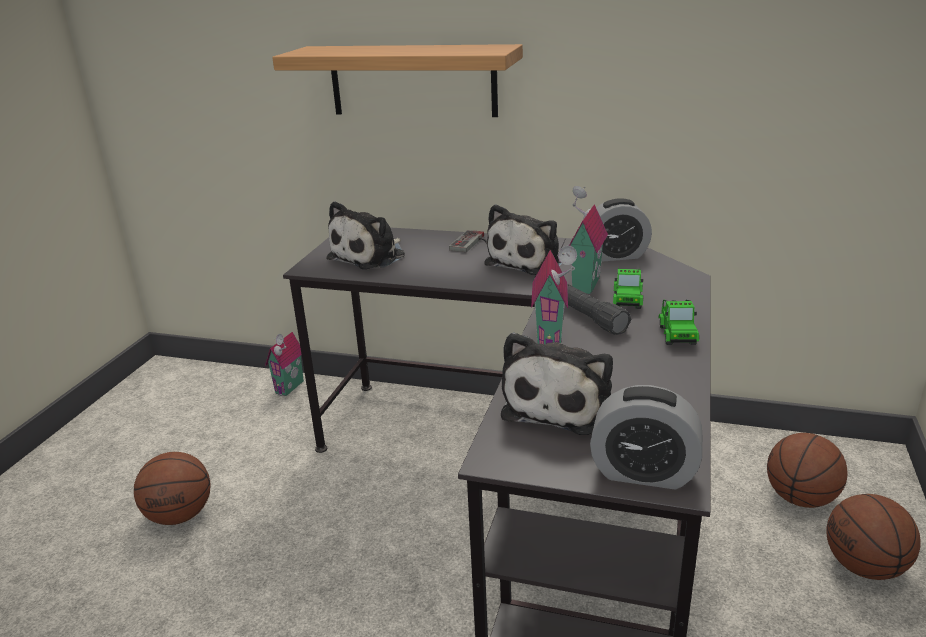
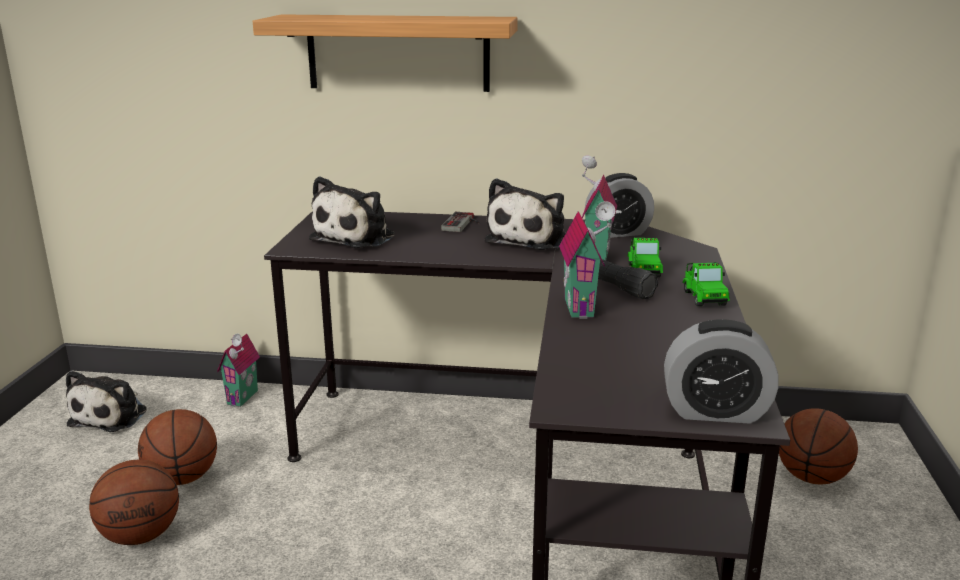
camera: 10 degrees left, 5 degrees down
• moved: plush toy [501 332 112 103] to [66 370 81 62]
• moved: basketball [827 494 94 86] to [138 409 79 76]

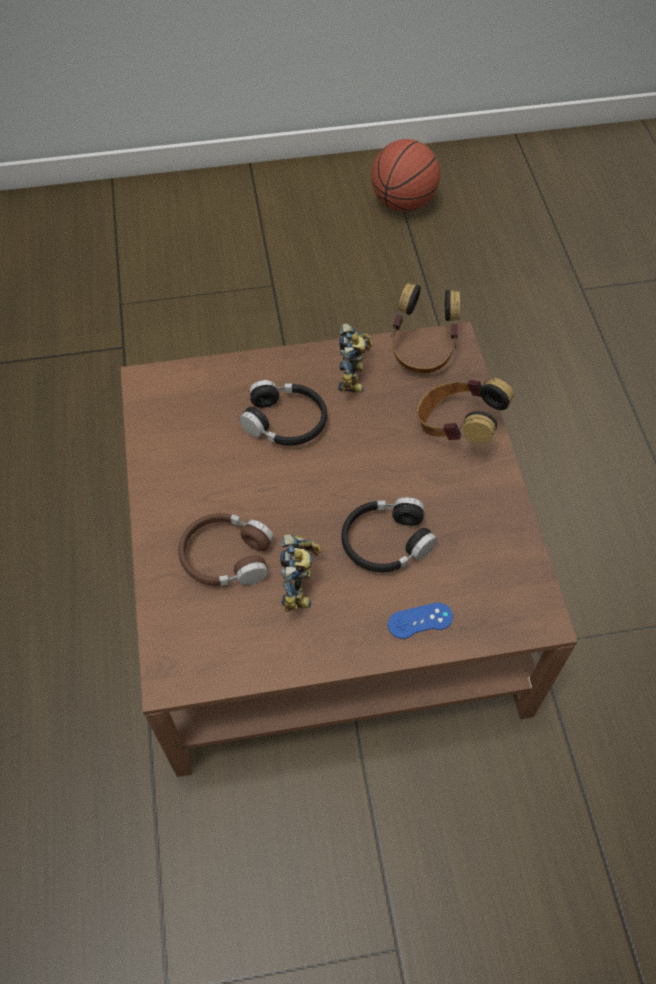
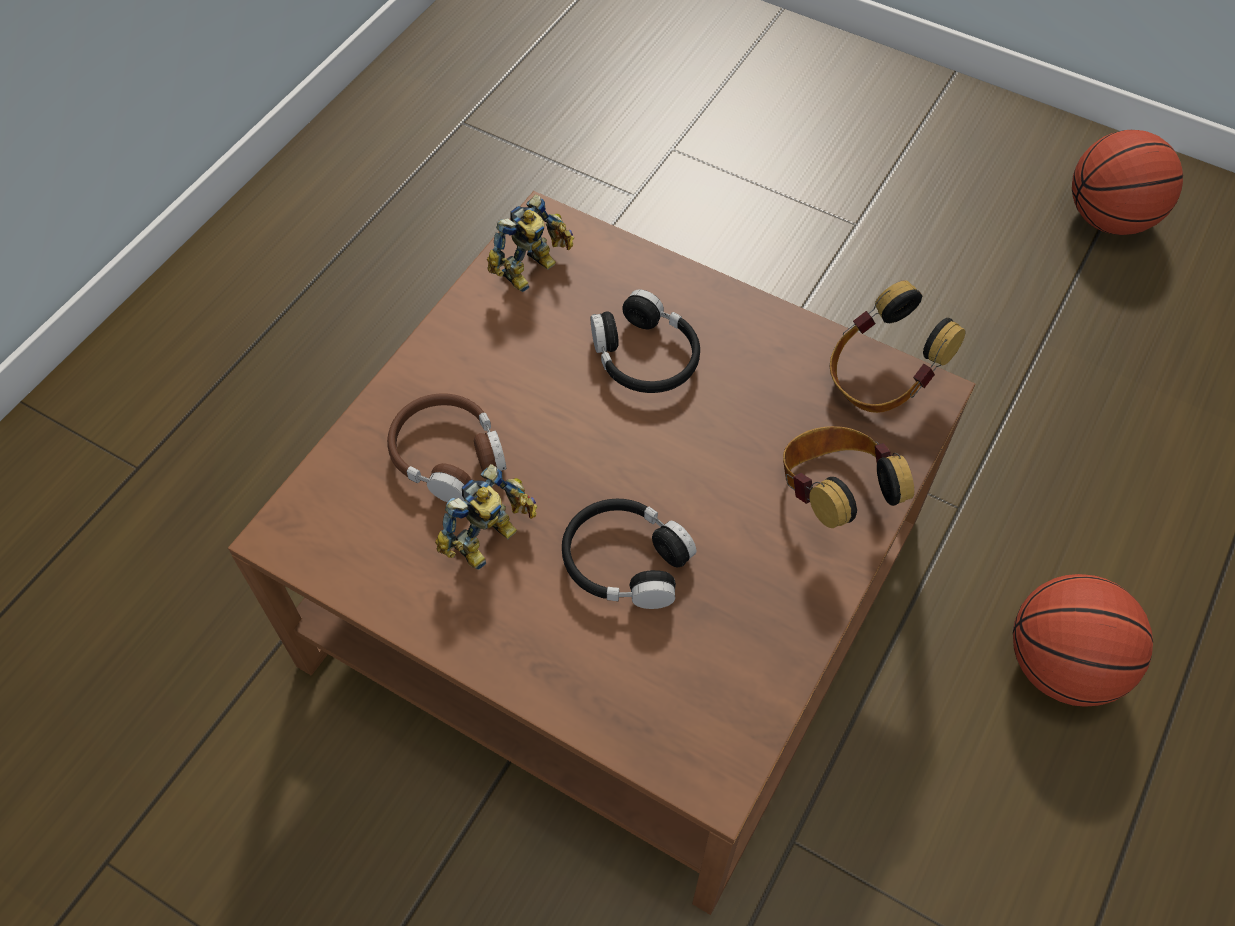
camera: 40 degrees right, 0 degrees up
• moved: toy robot [338 324 35 69] to [487 194 87 98]
• removed: game controller/blue [388 602 65 37]
• added: basketball [1013 574 140 133]

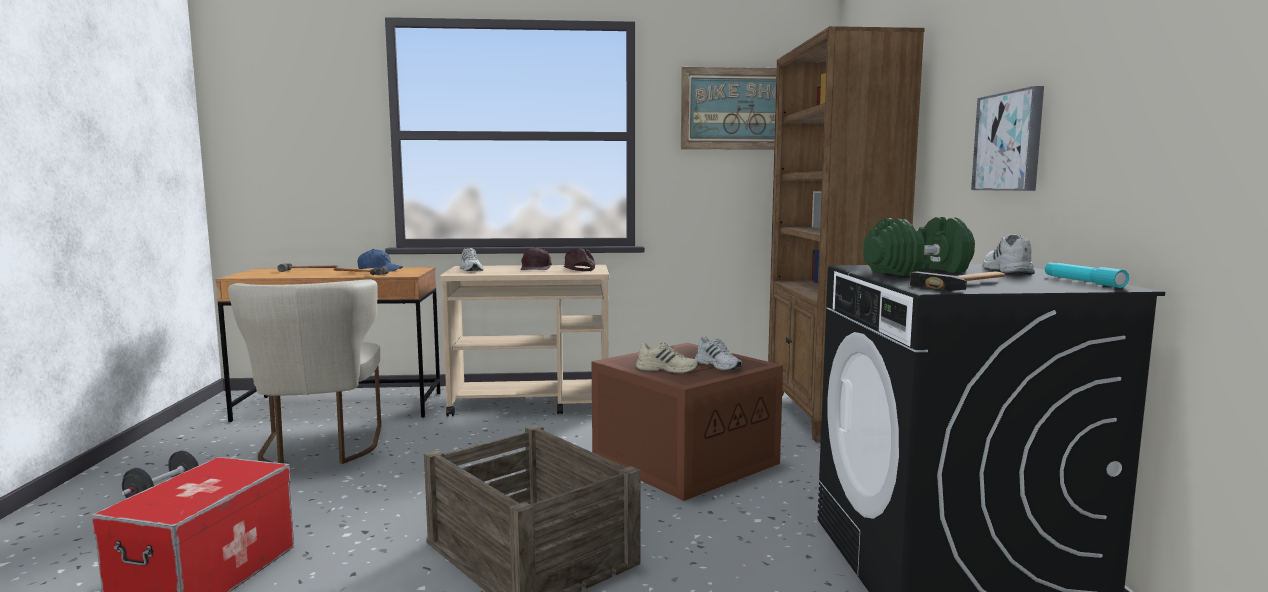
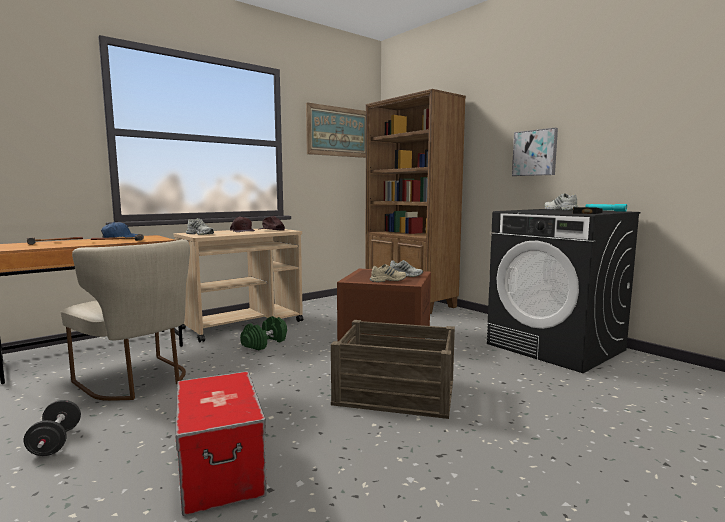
camera: 35 degrees left, 0 degrees up
• moved: dumbbell/green [863 217 112 59] to [240 316 47 35]

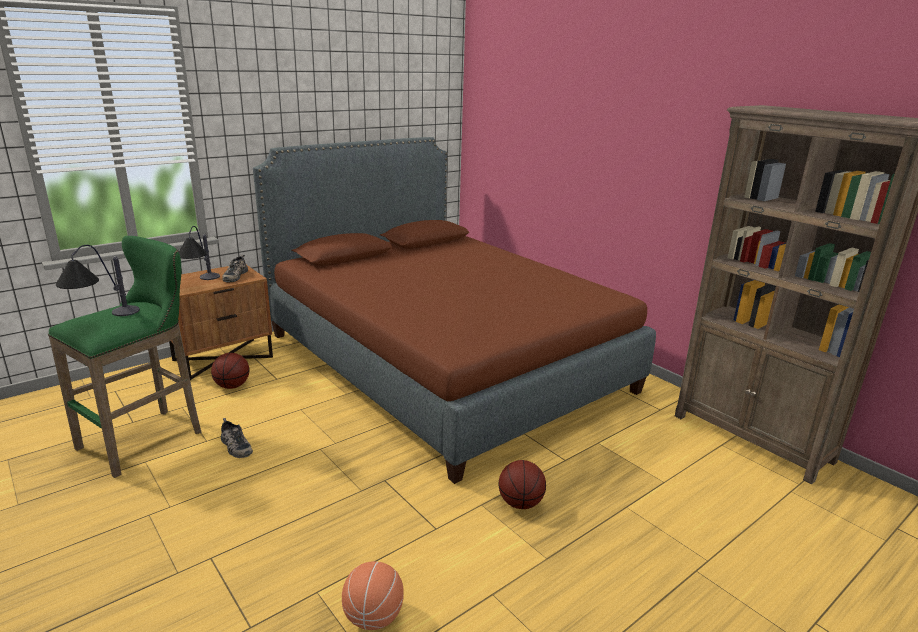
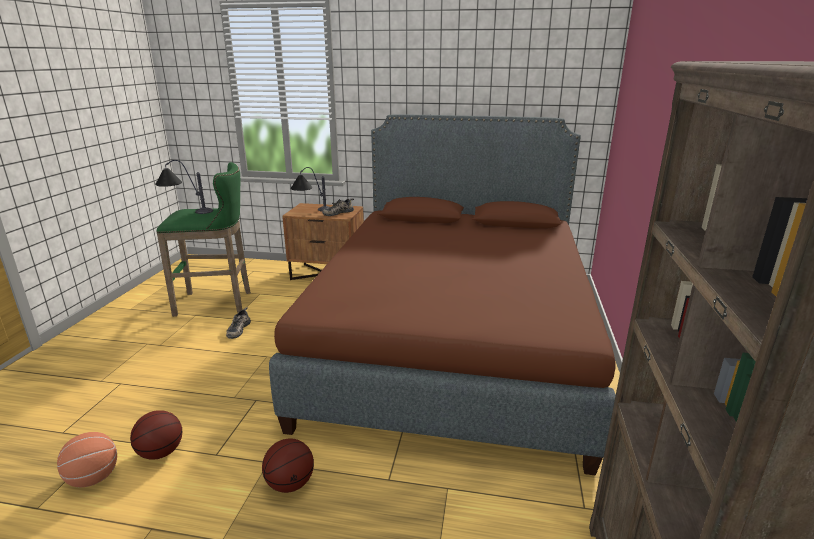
camera: 50 degrees right, 0 degrees up
• moved: basketball [211 353 38 36] to [130 410 52 50]

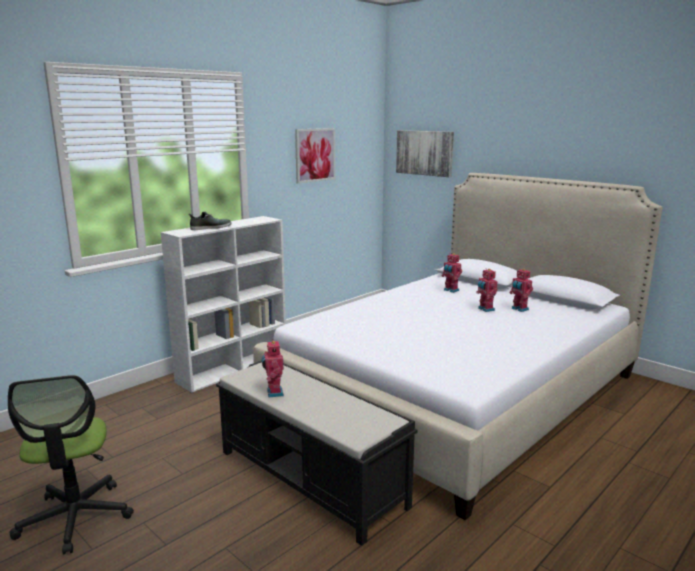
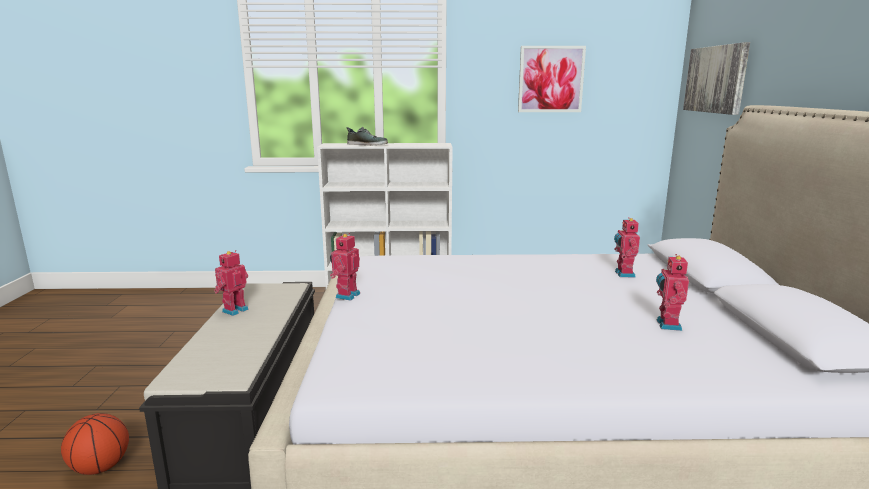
camera: 45 degrees right, 0 degrees up
• moved: toy robot [476 269 22 43] to [330 233 30 68]
• removed: office chair [8 375 126 180]
• added: basketball [61 413 68 62]

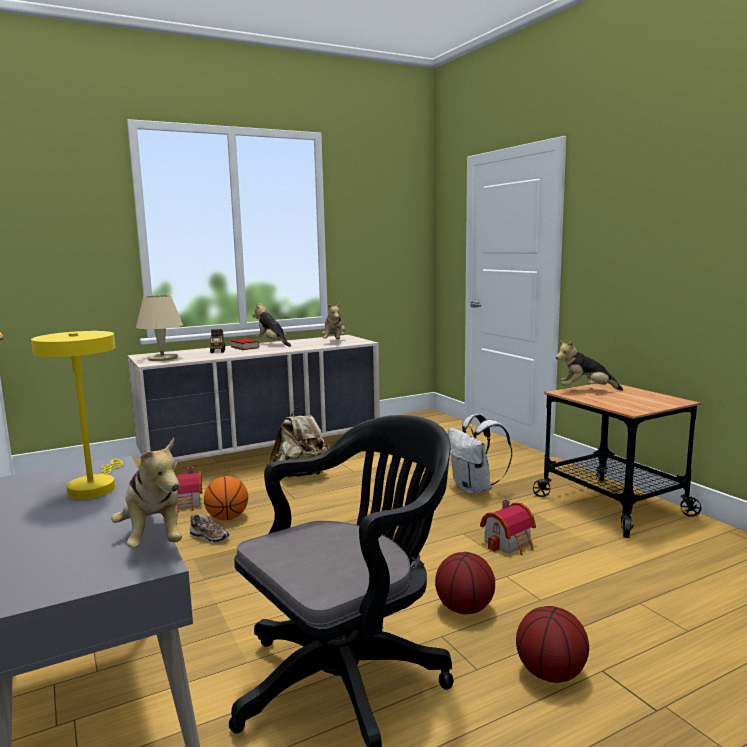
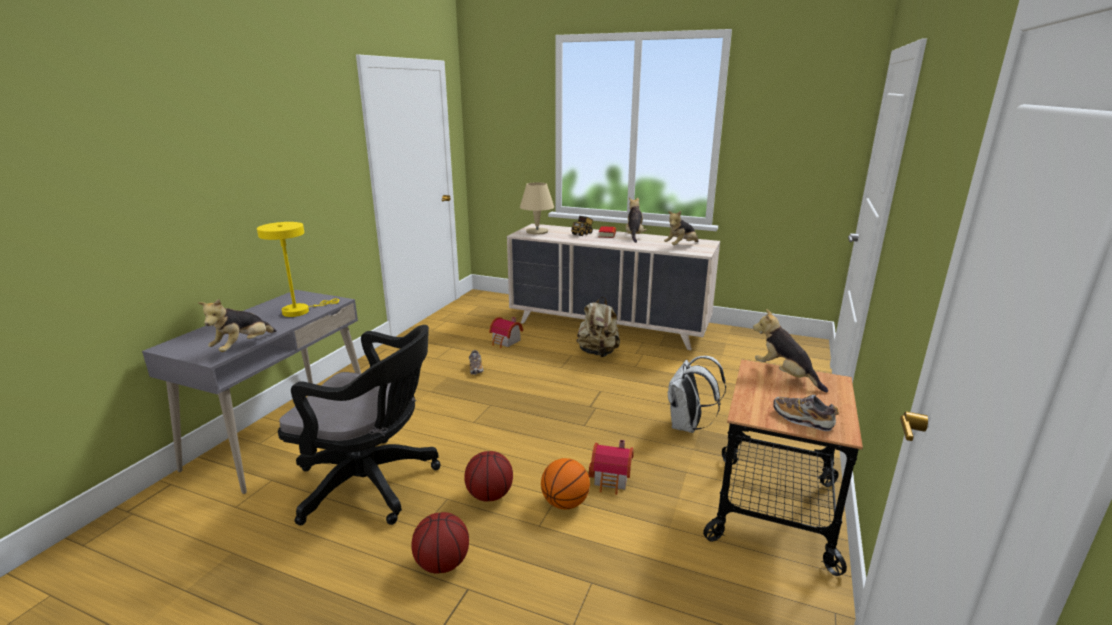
camera: 50 degrees right, 10 degrees up
• moved: basketball [204 476 44 44] to [541 458 49 52]
• added: shoe [773 395 66 36]

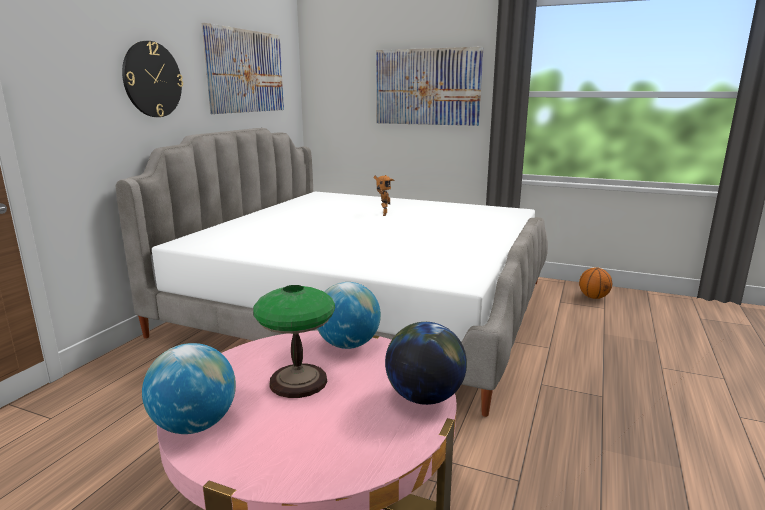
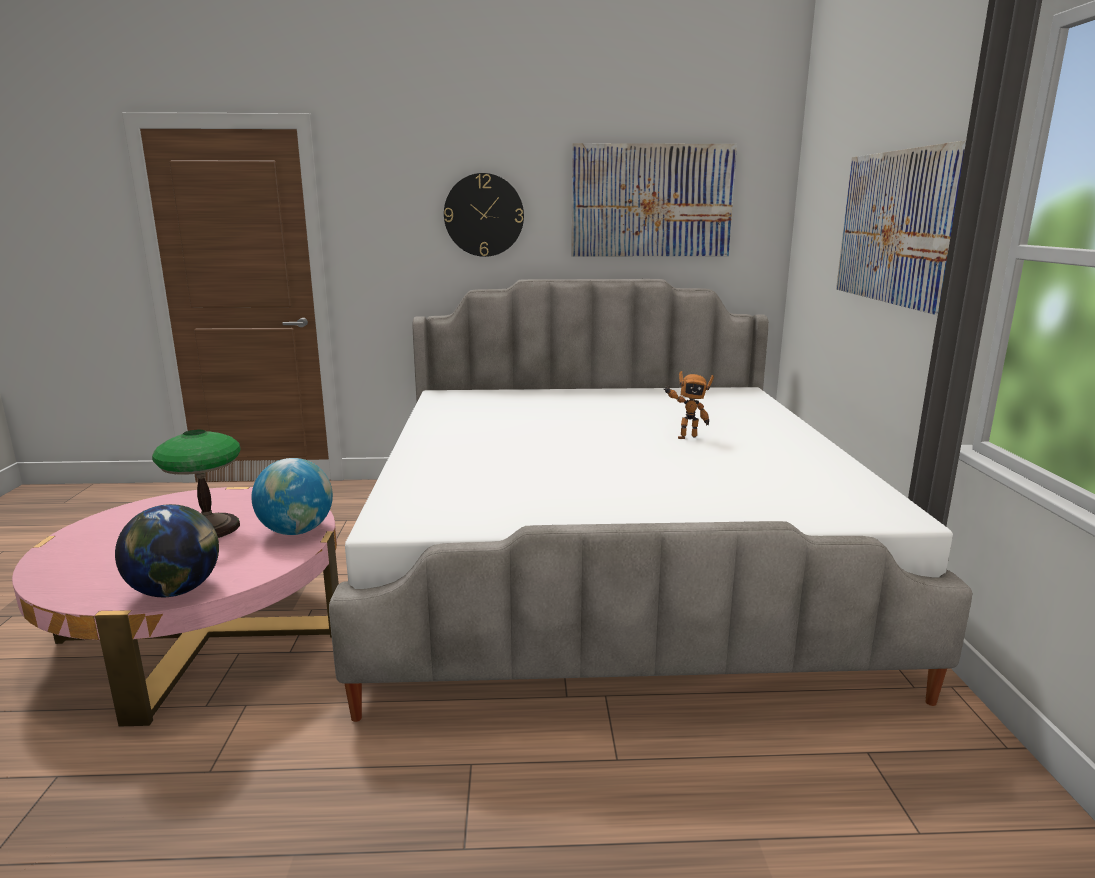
camera: 65 degrees right, 0 degrees up
• removed: basketball [579 267 33 32]
• removed: globe [142 343 94 91]

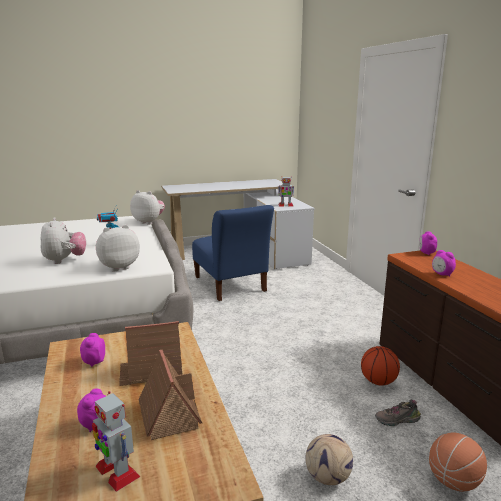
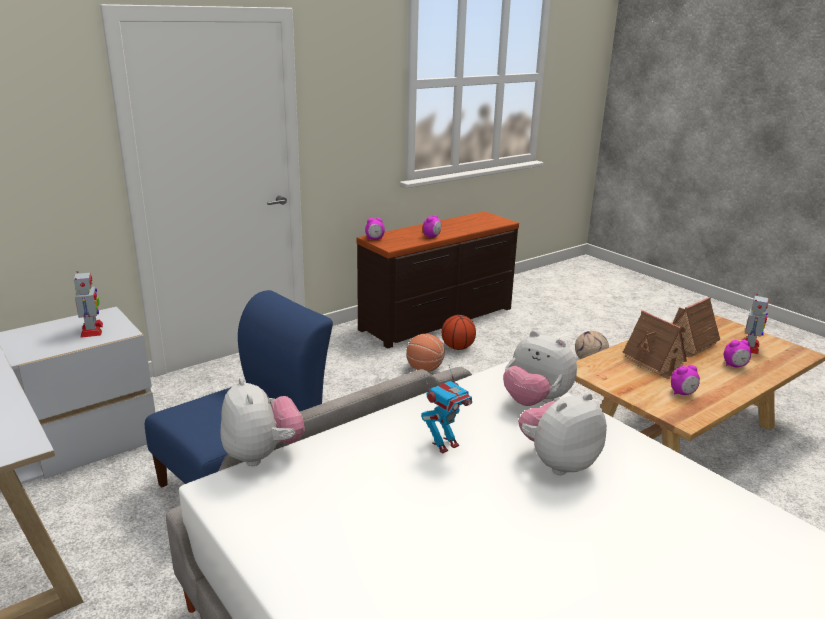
camera: 110 degrees left, 5 degrees up
• turned: plush toy [130 190 35 35] = [221 378 84 88] 150 degrees clockwise
• removed: shoe [375 399 46 27]
• moved: basketball [429 433 58 59] to [406 334 39 38]

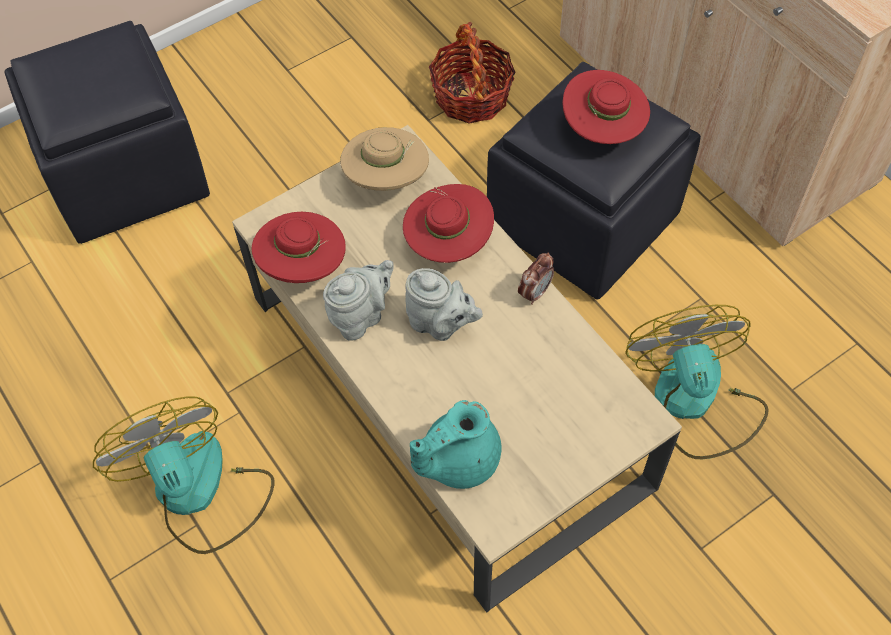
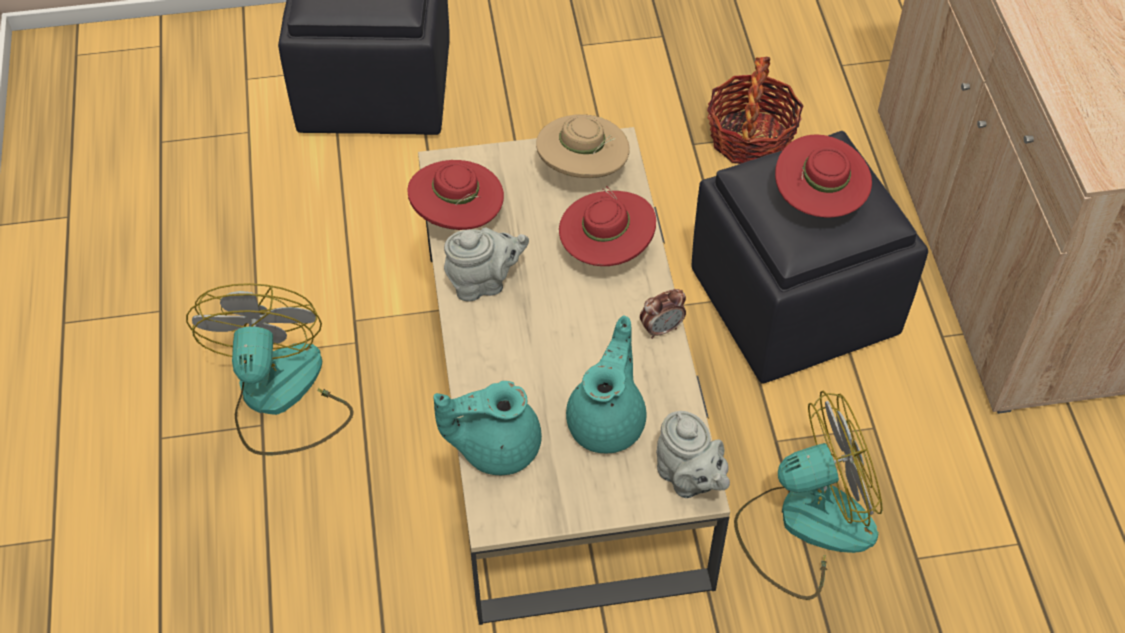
camera: 25 degrees right, 5 degrees down
• moved: teapot/grey [405 268 78 73] to [656 411 74 87]
• turned: fan [625 305 144 154] = [734 391 149 209] 60 degrees clockwise
• added: teapot/turquoise [566 315 81 138]

